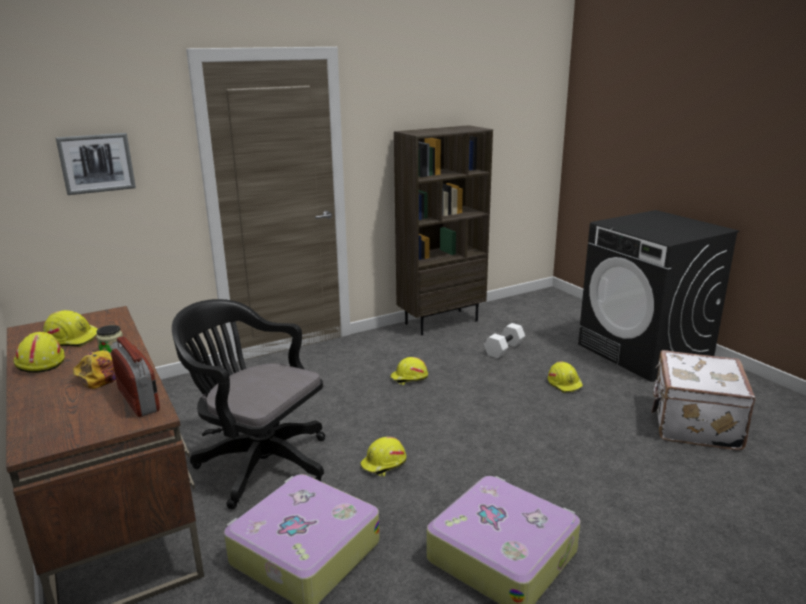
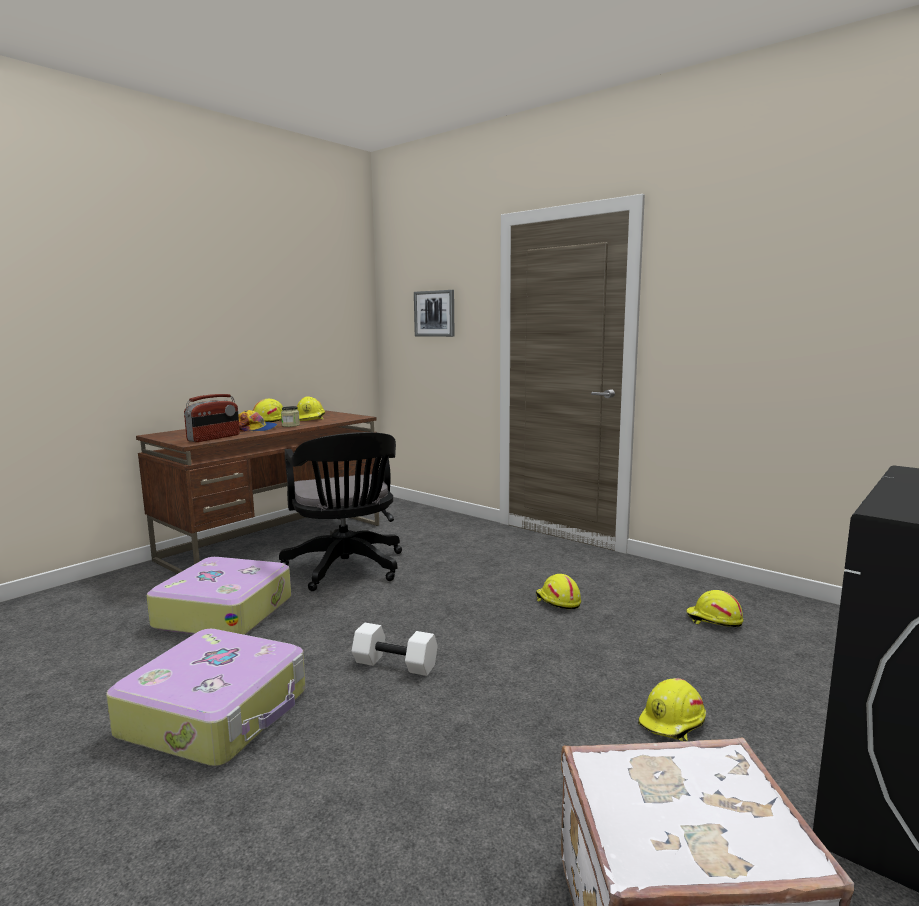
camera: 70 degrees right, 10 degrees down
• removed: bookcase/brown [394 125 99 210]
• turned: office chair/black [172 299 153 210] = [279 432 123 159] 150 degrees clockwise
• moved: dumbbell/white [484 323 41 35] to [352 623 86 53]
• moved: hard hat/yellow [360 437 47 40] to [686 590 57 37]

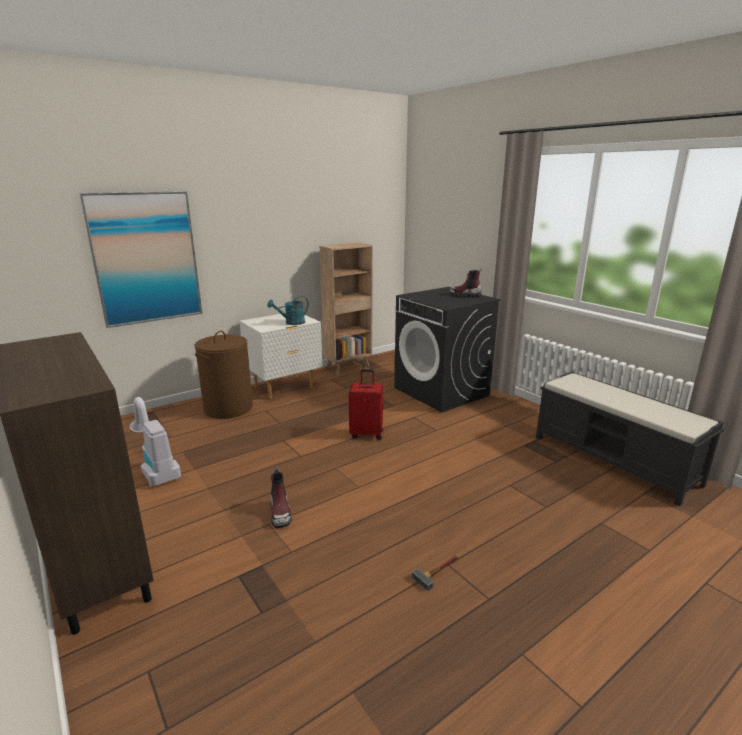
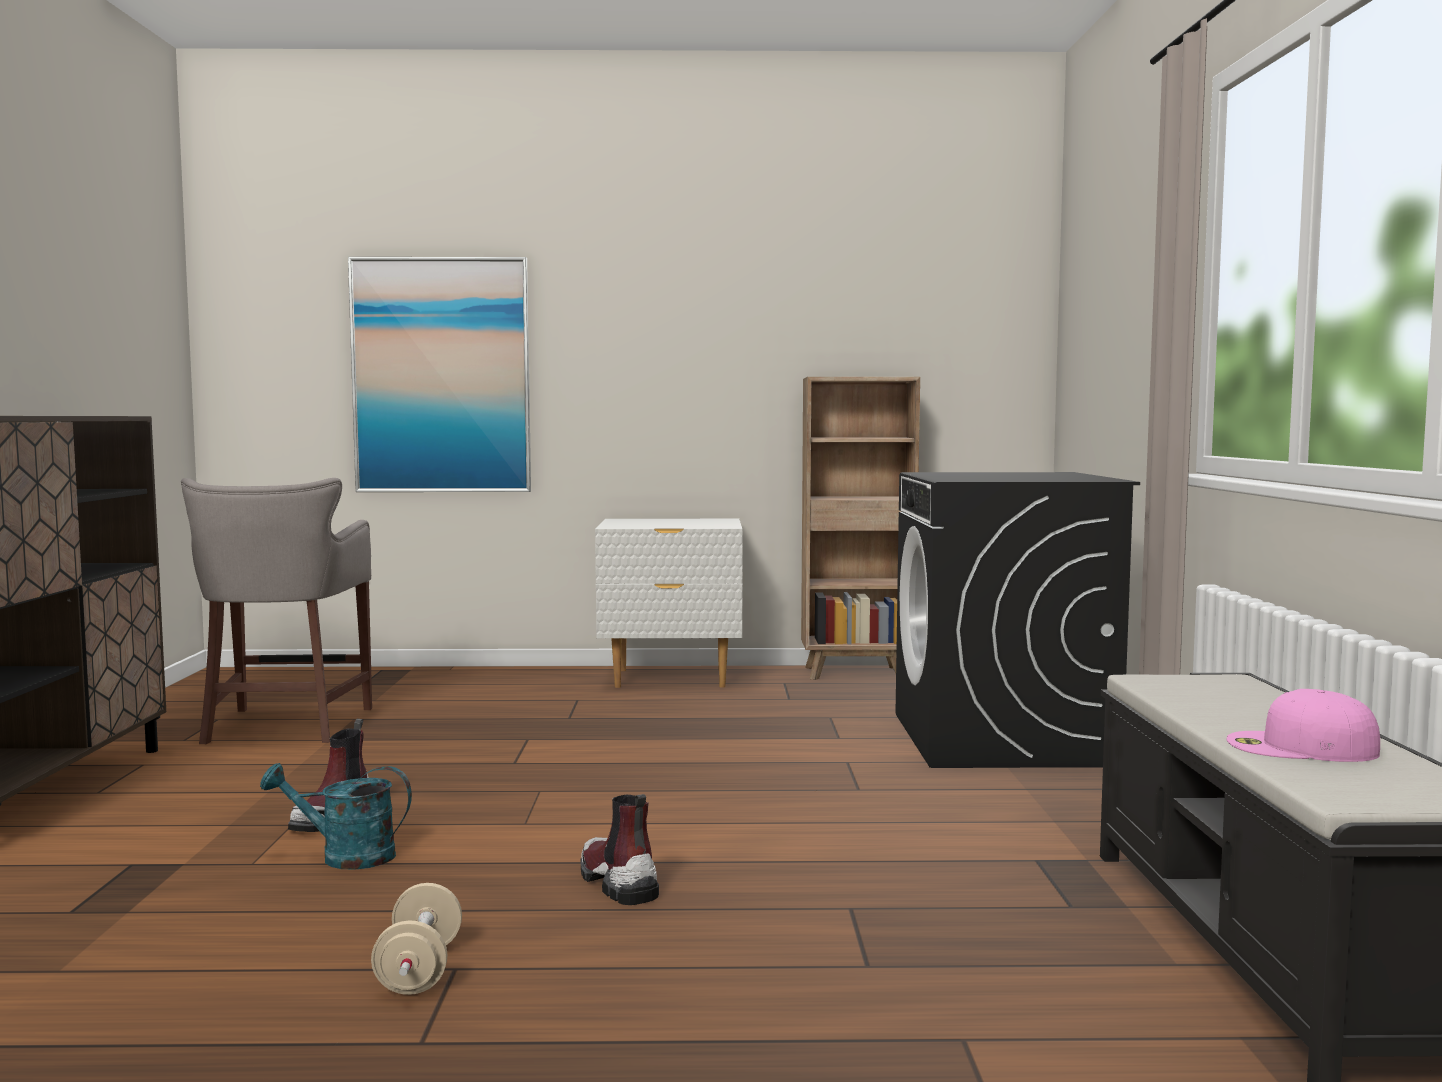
camera: 35 degrees right, 15 degrees down
• moved: boot [449 268 33 30] to [581 794 78 111]
• moved: watering can/turquoise [267 296 41 29] to [260 763 152 107]
• removed: laundry basket/brown [194 331 59 88]
• removed: suitcase/red [349 369 34 71]
• replaced: vacuum cleaner [130 397 51 90] to stool/grey [181 478 191 266]
• replaced: hammer [412 555 47 36] to dumbbell/beige [371 883 91 112]
• added: cap/pink [1227 689 153 73]

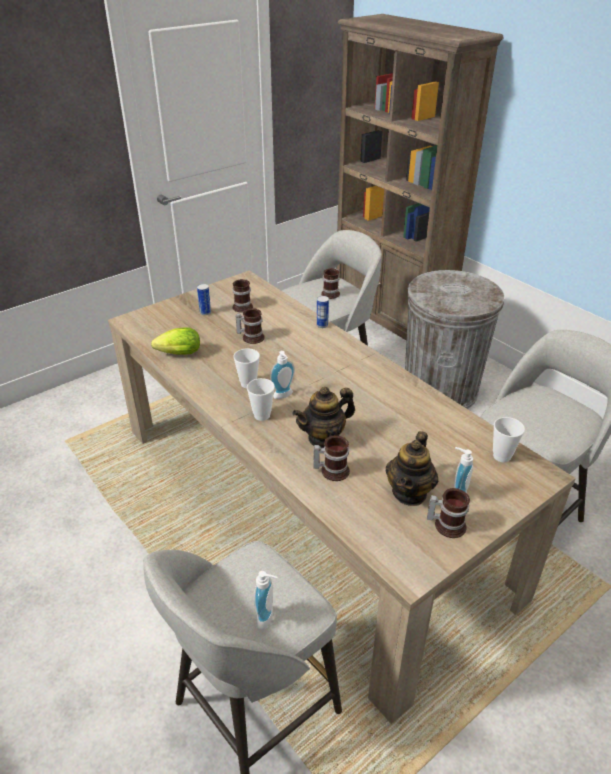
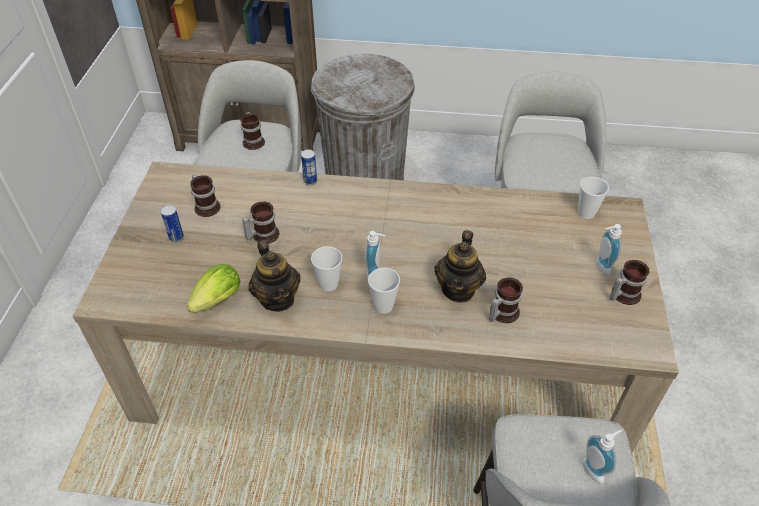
camera: 45 degrees left, 10 degrees up
• moved: teapot [386 431 52 75] to [249 240 52 72]

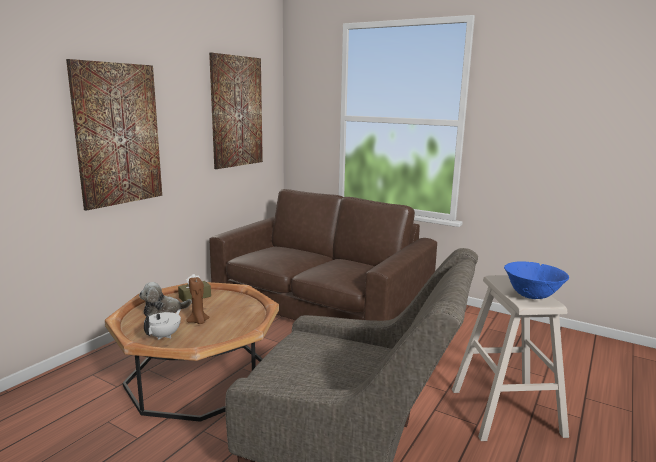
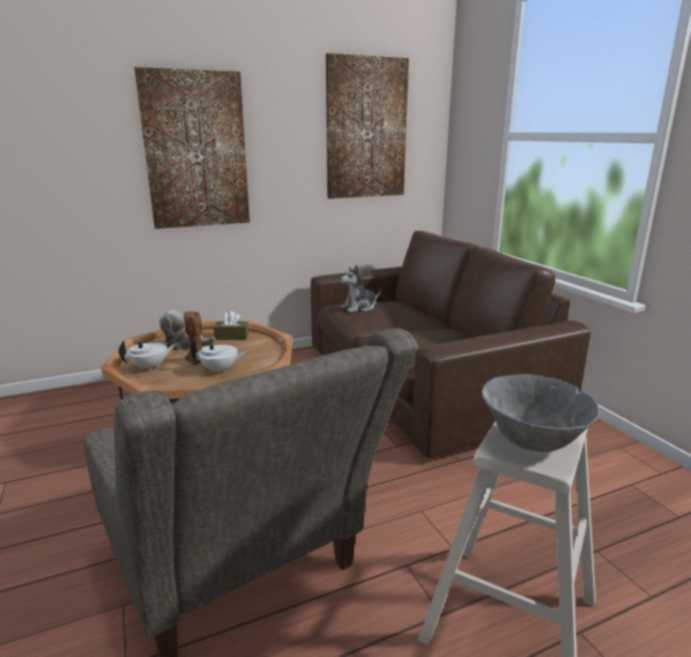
camera: 35 degrees right, 5 degrees up
• recoloured: bowl/blue [504 261 65 38] to bowl/grey [482 374 117 78]
• added: plush toy [340 265 41 47]
• added: teapot/white [191 339 57 36]

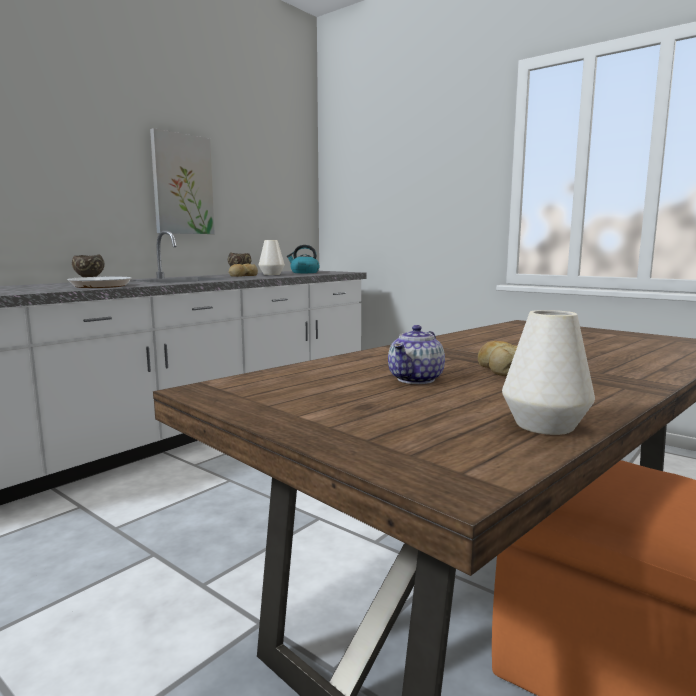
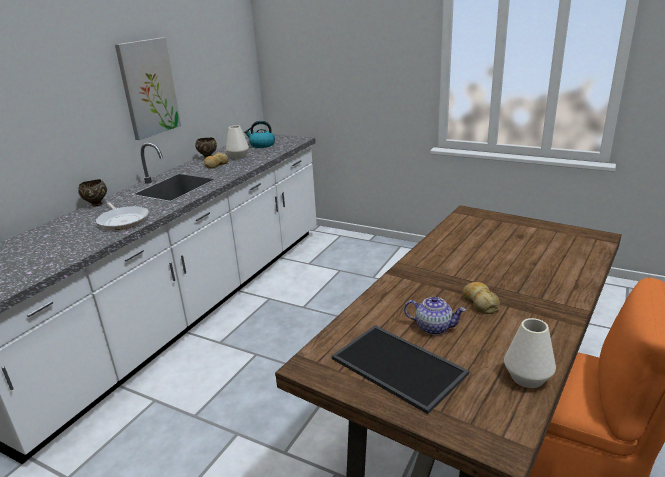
camera: 10 degrees left, 15 degrees up
• turned: teapot [388 325 57 59] = [404 297 62 38] 90 degrees counterclockwise
• added: tray [332 325 137 89]

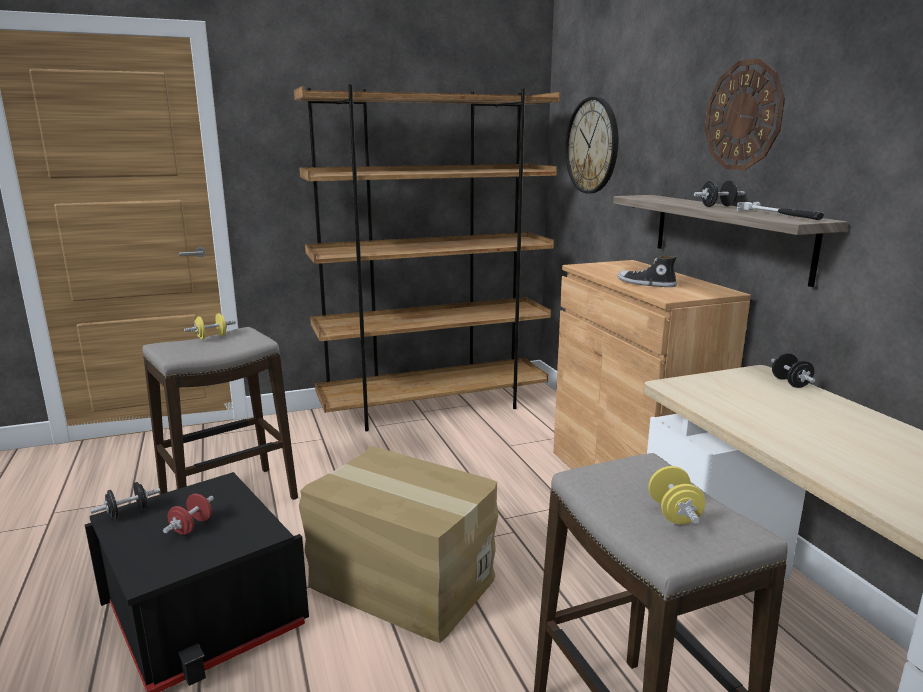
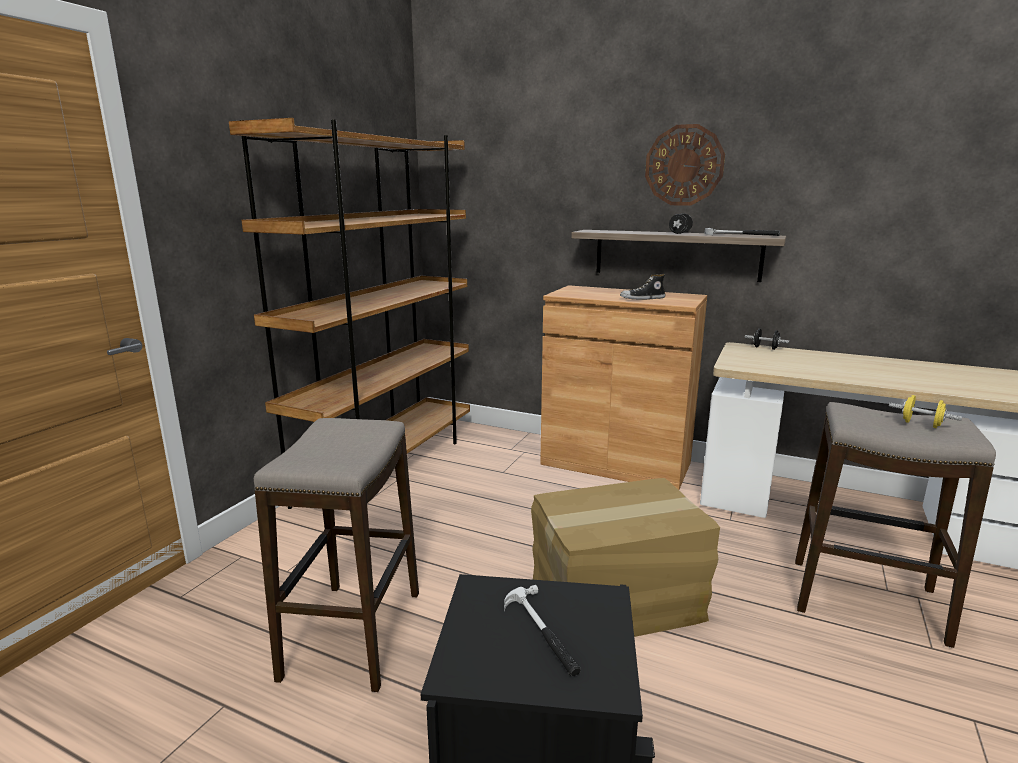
camera: 45 degrees left, 0 degrees up
• removed: wall clock [565 97 53 96]
• removed: dumbbell/yellow [184 313 52 26]
• removed: dumbbell/black [90 482 70 37]
• replaced: dumbbell/red [163 494 51 41] to hammer [504 585 77 91]

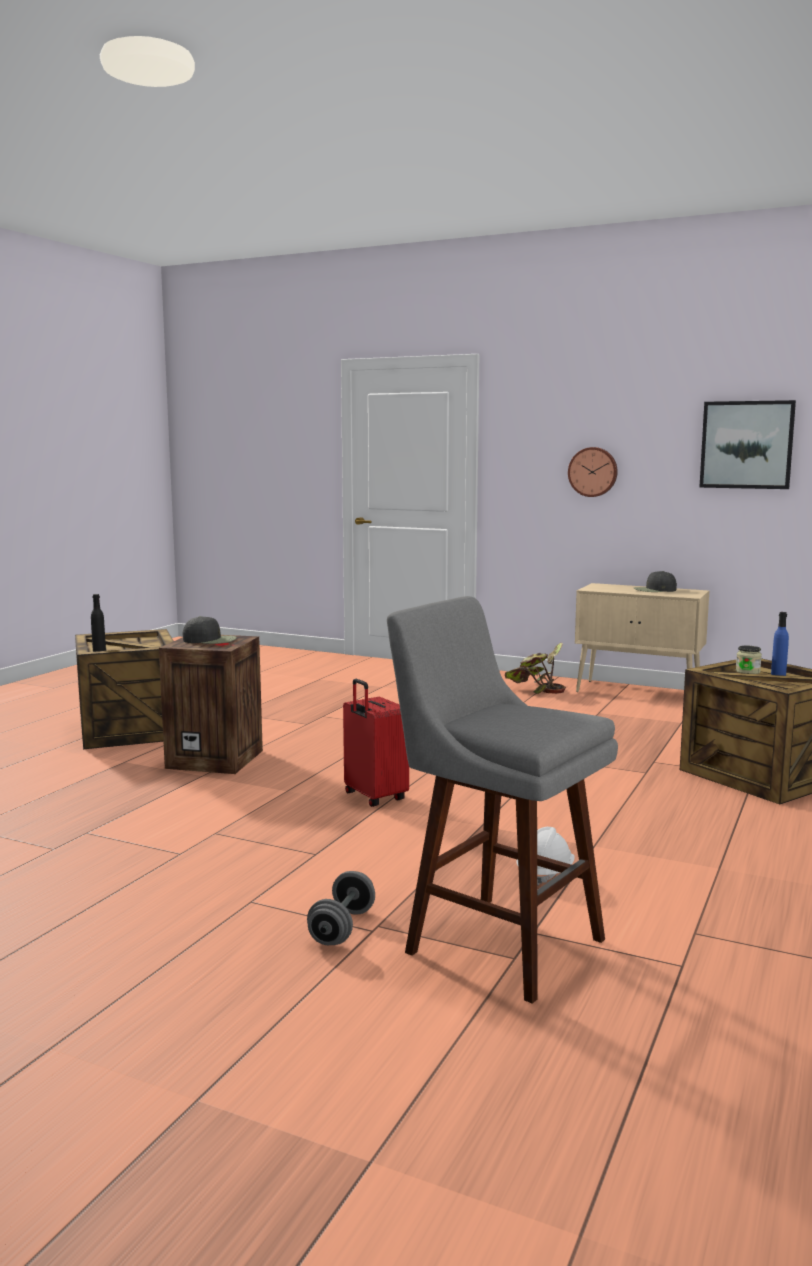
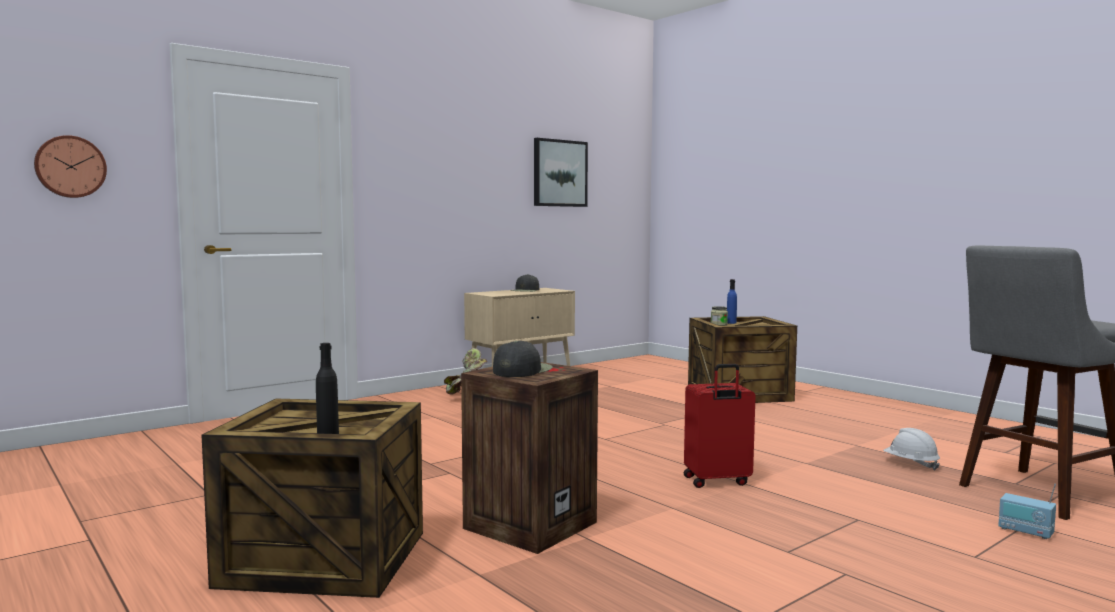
camera: 65 degrees left, 5 degrees down
• moved: wall clock [568 447 50 50] to [34 135 73 63]
• replaced: dumbbell/grey [307 871 68 74] to radio [998 484 58 55]

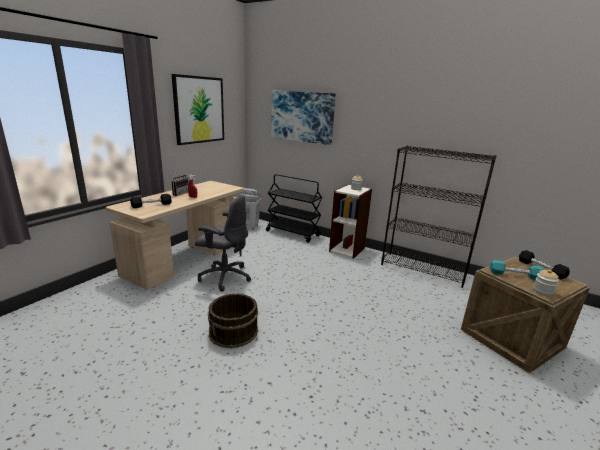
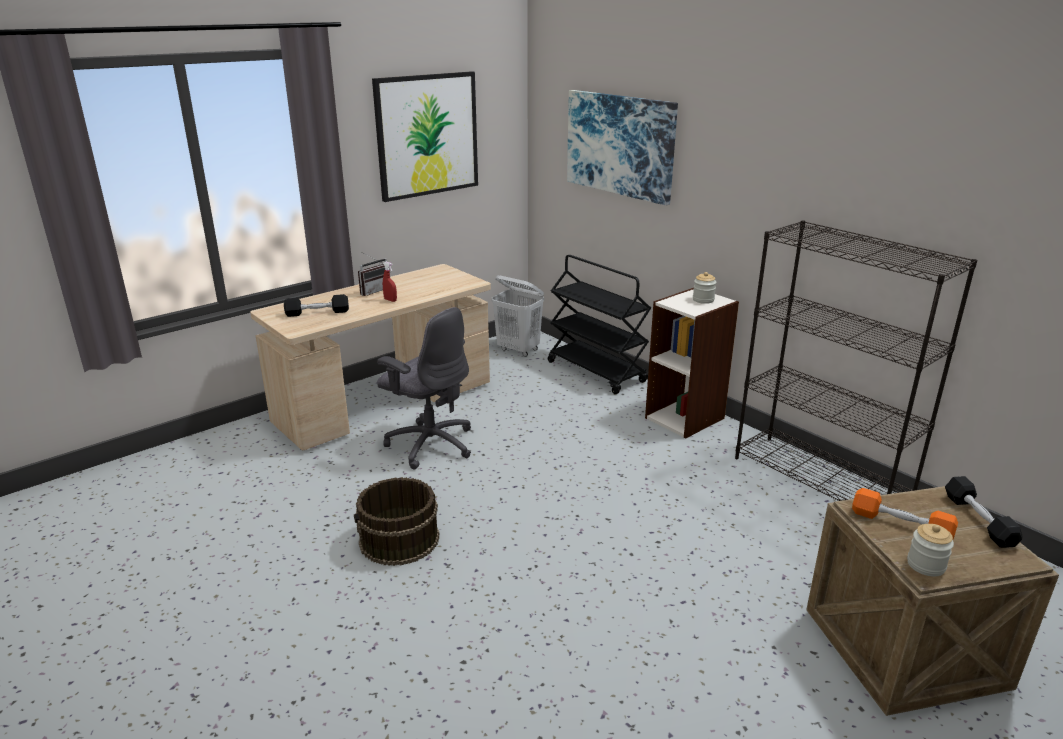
camera: 20 degrees right, 5 degrees up
• recoloured: dumbbell/turquoise [490 260 54 20] to dumbbell/orange [852 488 106 51]

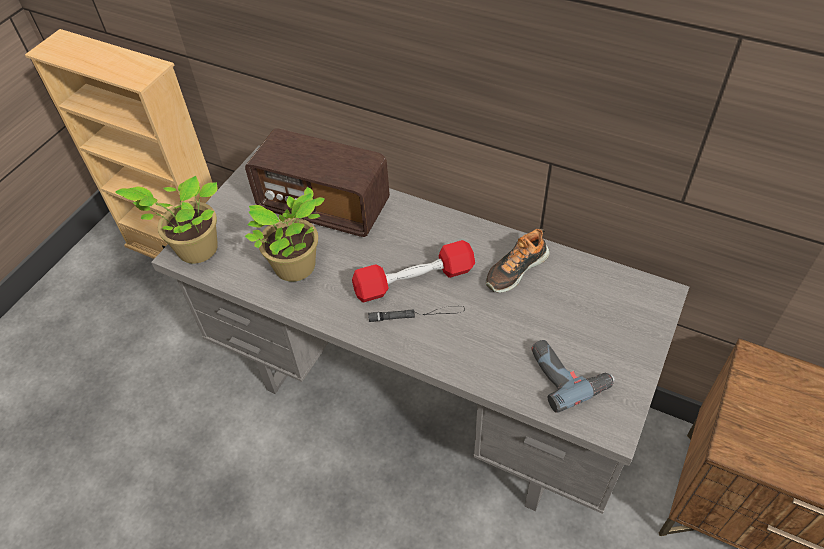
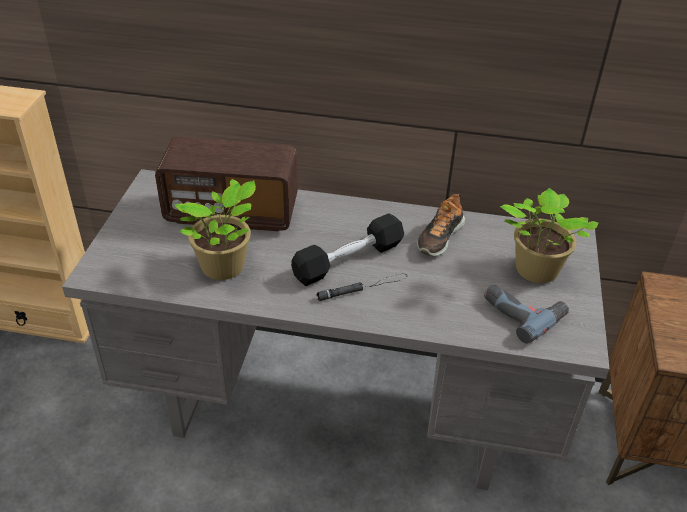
camera: 20 degrees left, 10 degrees down
• moved: potted plant [116 176 102 87] to [500 188 99 95]
• recoloured: dumbbell/red [352 240 123 62] to dumbbell/black [291 213 113 73]

